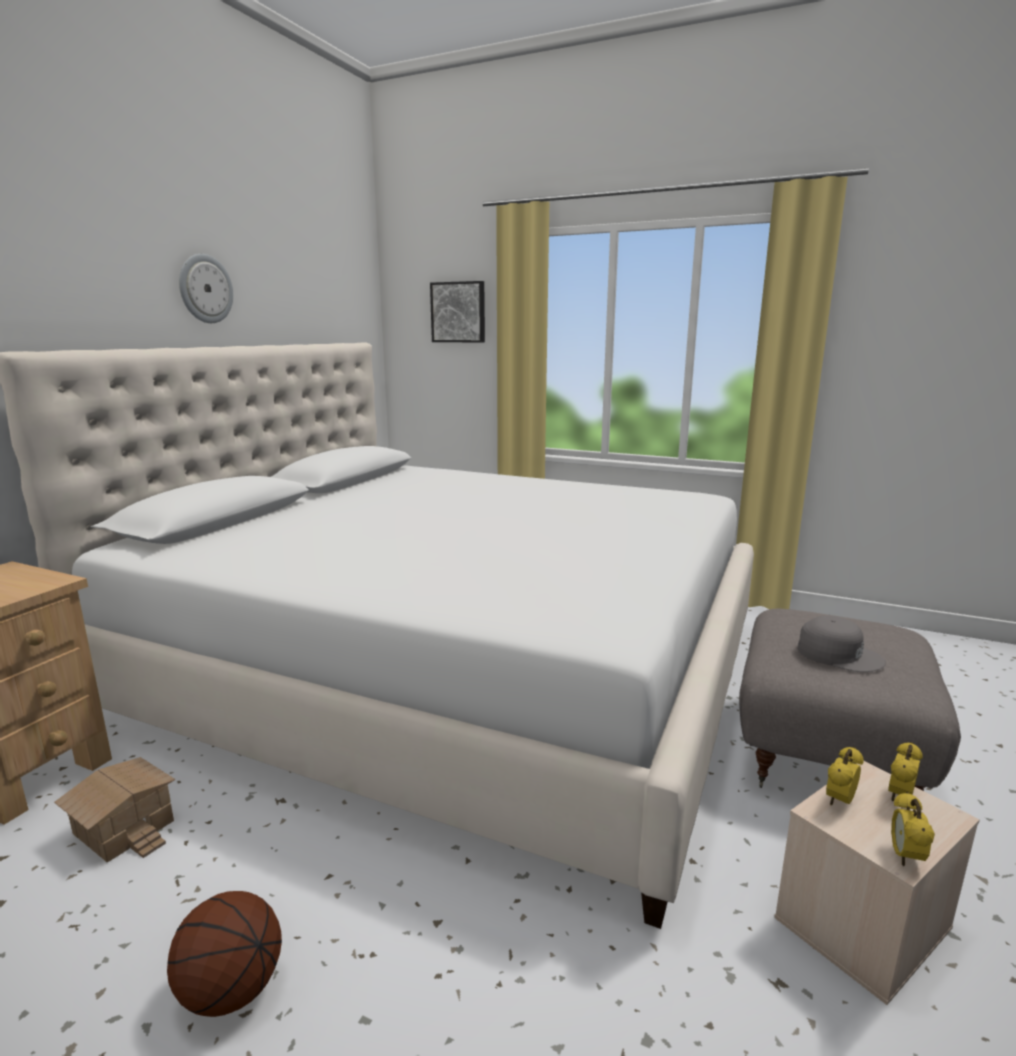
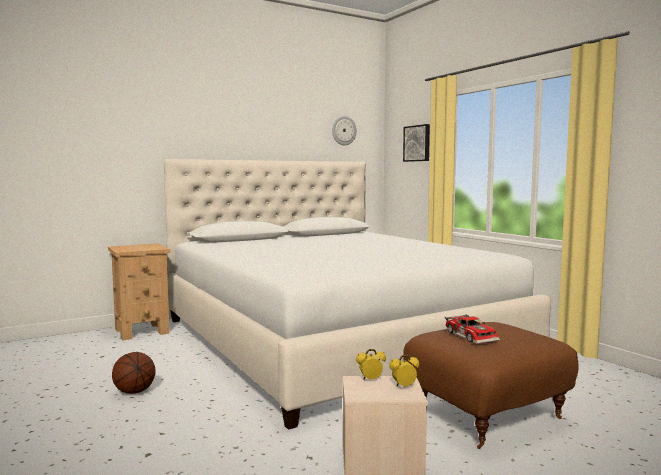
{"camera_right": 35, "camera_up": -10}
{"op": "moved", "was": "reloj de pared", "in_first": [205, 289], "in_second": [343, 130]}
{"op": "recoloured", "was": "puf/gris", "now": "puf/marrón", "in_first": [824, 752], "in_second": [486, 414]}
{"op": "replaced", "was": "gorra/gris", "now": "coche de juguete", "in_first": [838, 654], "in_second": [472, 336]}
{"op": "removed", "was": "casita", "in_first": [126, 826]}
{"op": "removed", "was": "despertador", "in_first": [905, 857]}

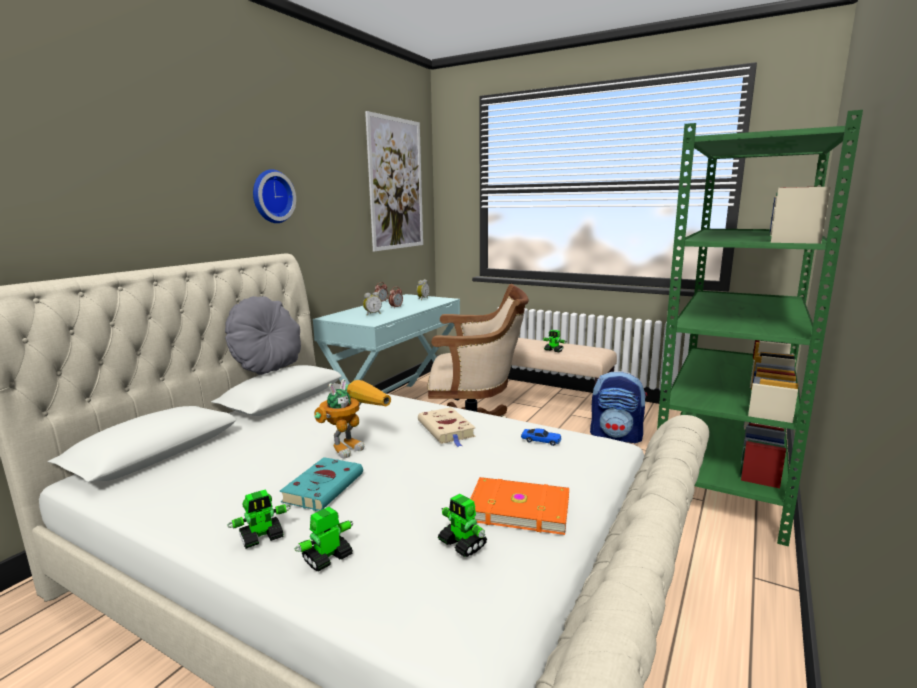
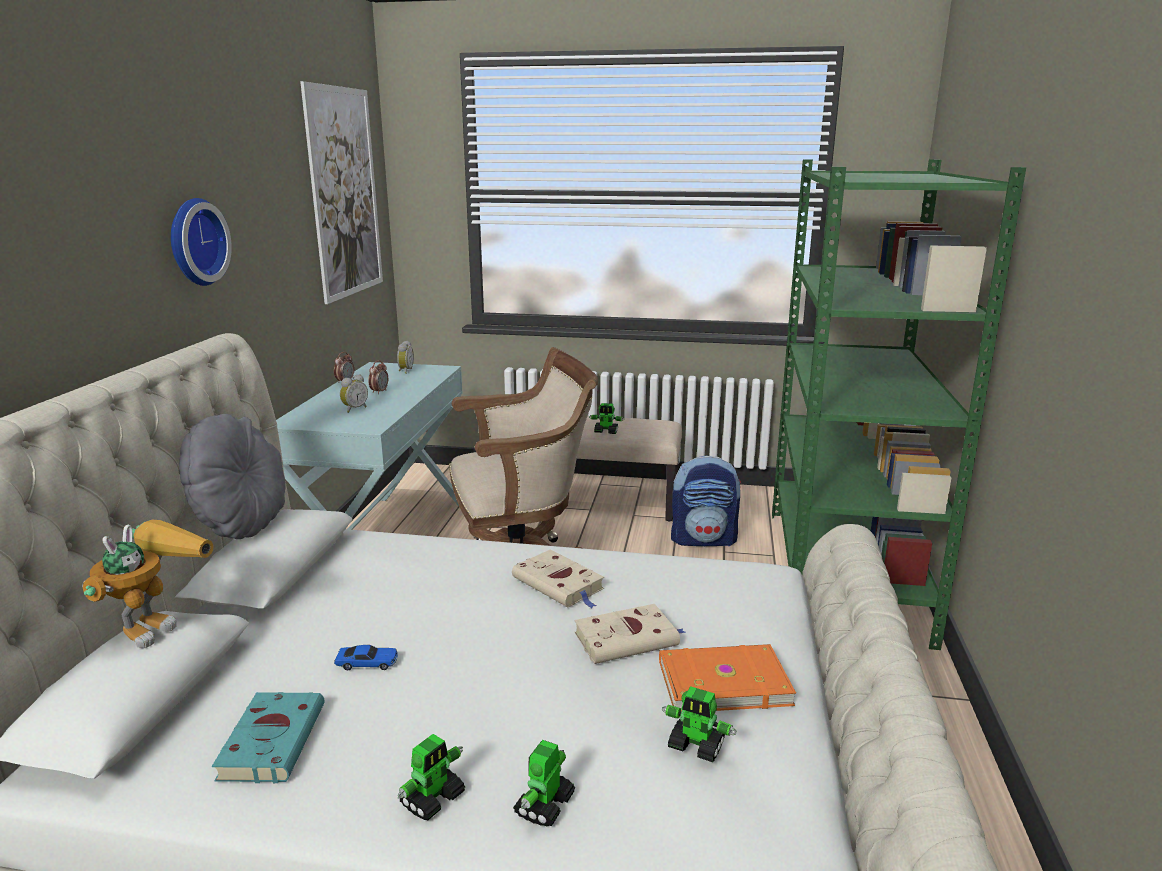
{"camera_right": -20, "camera_up": 5}
{"op": "moved", "was": "robot de juguete", "in_first": [353, 445], "in_second": [157, 622]}
{"op": "moved", "was": "coche de juguete", "in_first": [541, 441], "in_second": [367, 663]}
{"op": "moved", "was": "libro/turquesa", "in_first": [324, 487], "in_second": [273, 740]}
{"op": "added", "now": "libro/beis", "in_second": [628, 639]}

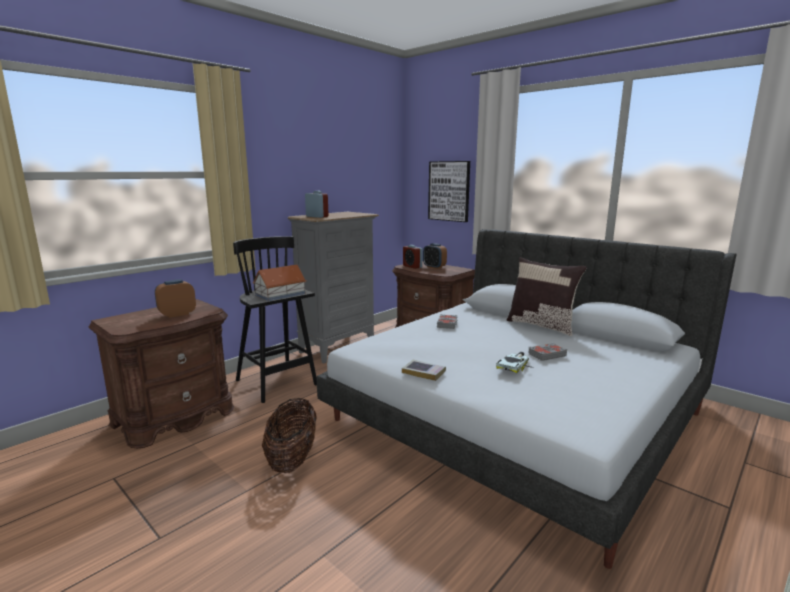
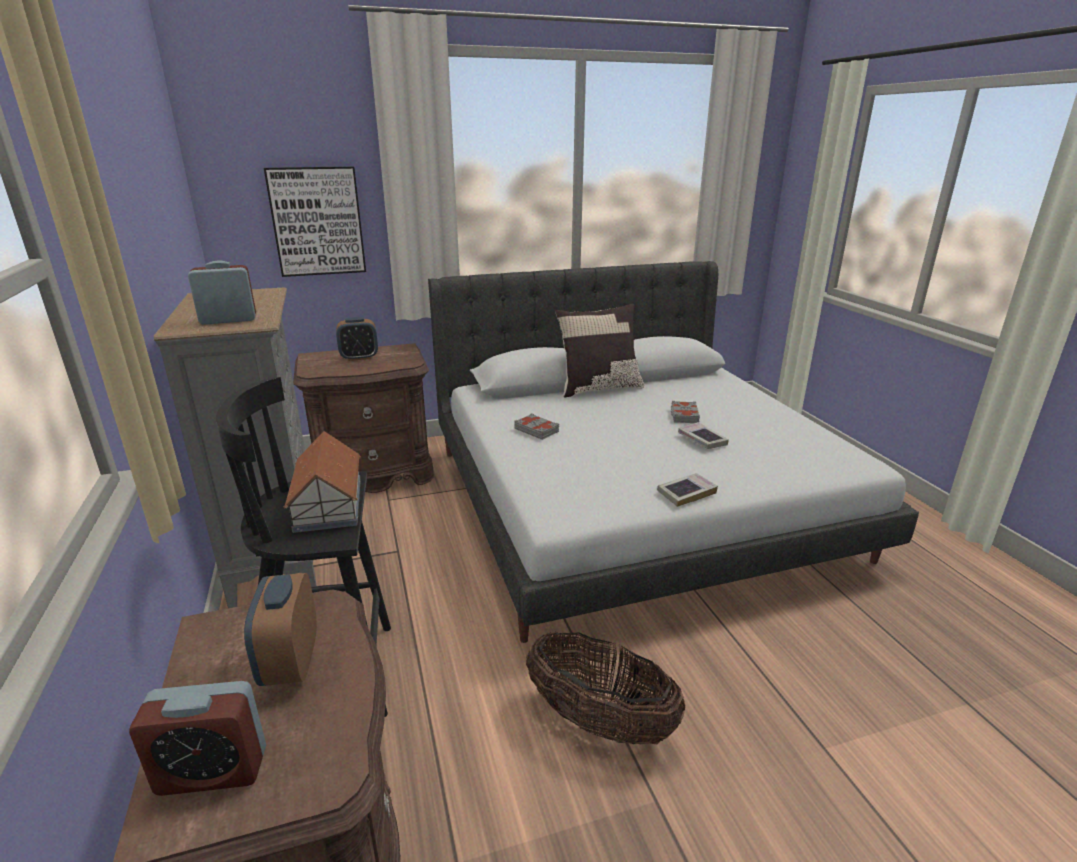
{"camera_right": -60, "camera_up": 10}
{"op": "moved", "was": "despertador", "in_first": [412, 266], "in_second": [212, 771]}
{"op": "replaced", "was": "coche de juguete", "now": "libro", "in_first": [515, 366], "in_second": [702, 439]}

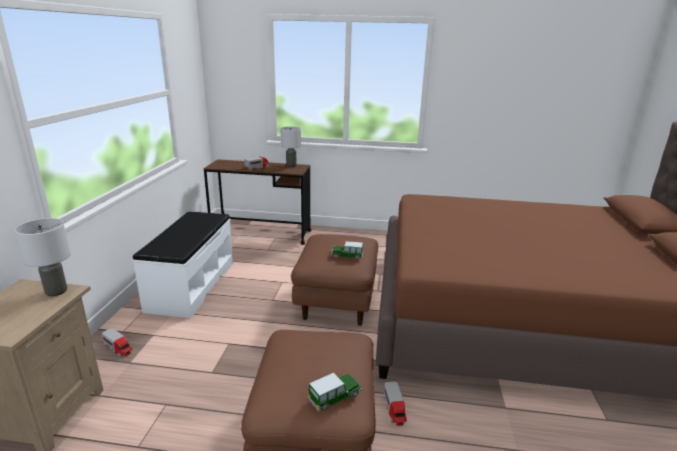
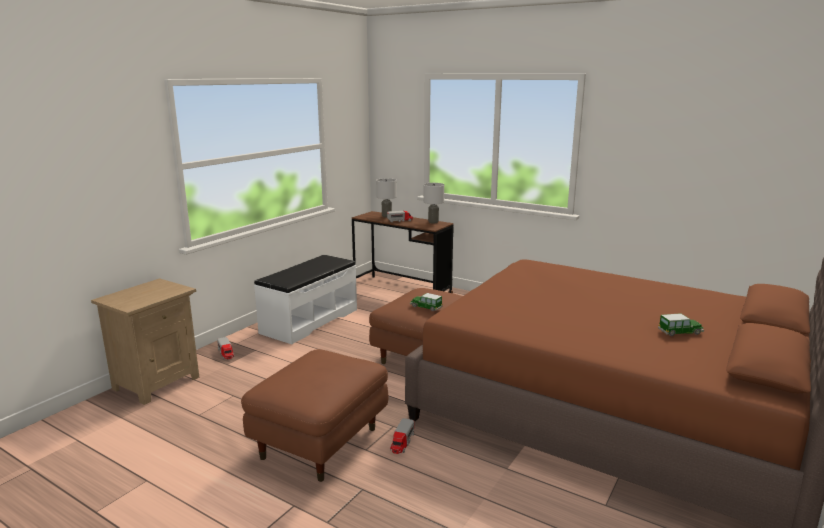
{"camera_right": 25, "camera_up": -5}
{"op": "moved", "was": "lámpara de mesa/blanco", "in_first": [57, 292], "in_second": [387, 216]}
{"op": "moved", "was": "coche de juguete", "in_first": [335, 396], "in_second": [680, 332]}

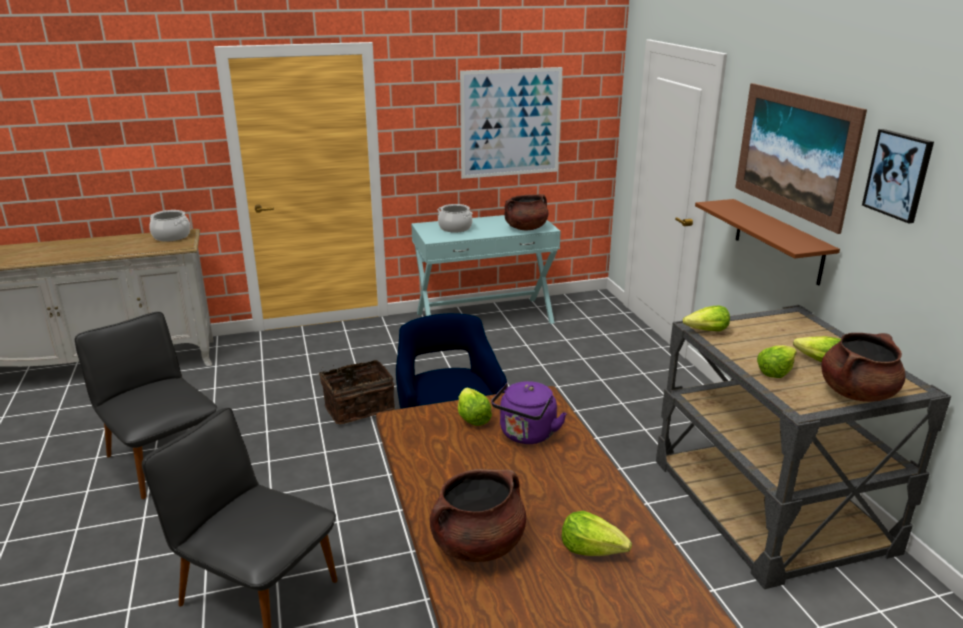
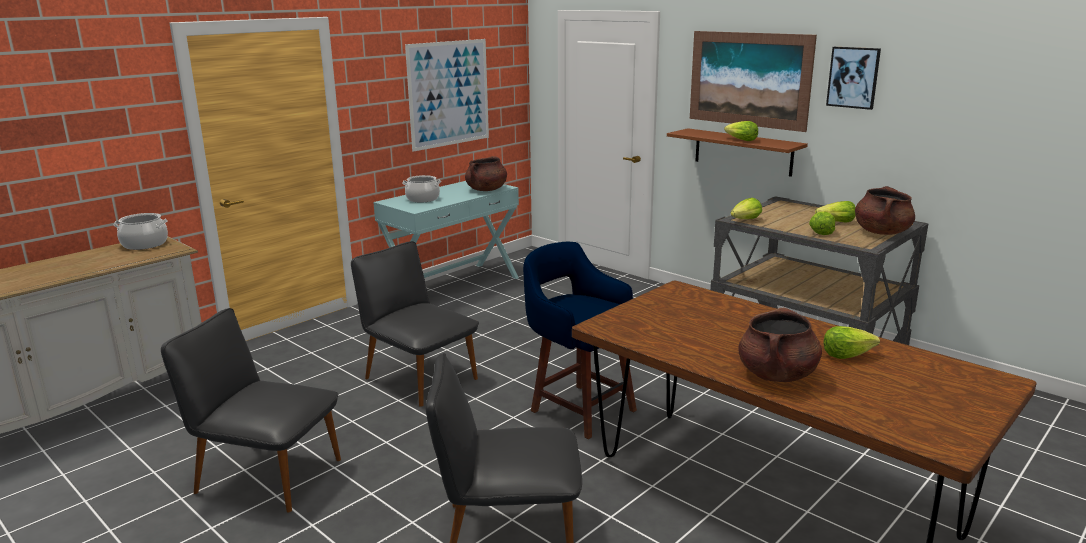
{"camera_right": -30, "camera_up": -5}
{"op": "replaced", "was": "cesta", "now": "silla/negro", "in_first": [358, 407], "in_second": [421, 378]}
{"op": "removed", "was": "hervidor/morado", "in_first": [526, 435]}
{"op": "moved", "was": "lechuga", "in_first": [472, 417], "in_second": [741, 140]}

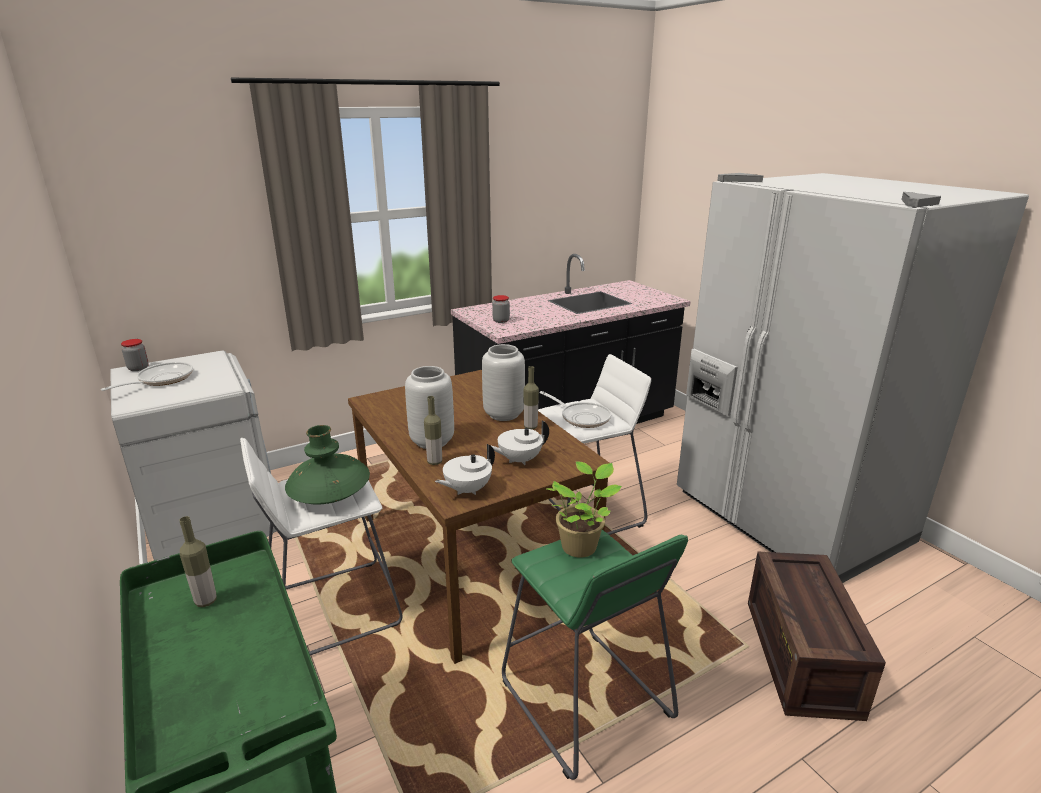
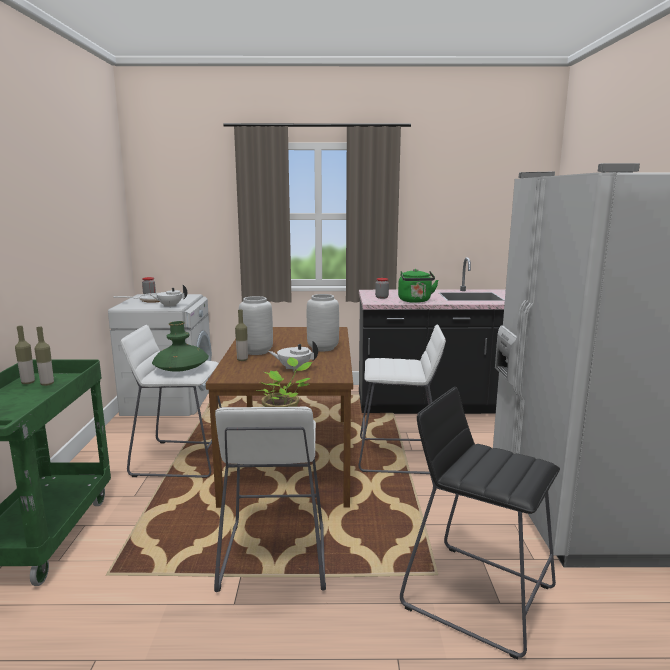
{"camera_right": 30, "camera_up": -10}
{"op": "moved", "was": "botella", "in_first": [530, 427], "in_second": [28, 383]}
{"op": "removed", "was": "sartén", "in_first": [582, 417]}
{"op": "moved", "was": "tetera/blanco", "in_first": [467, 490], "in_second": [170, 306]}
{"op": "recoloured", "was": "taburete/verde", "now": "taburete/blanco", "in_first": [585, 700], "in_second": [274, 557]}
{"op": "replaced", "was": "caja de embalaje", "now": "taburete/negro", "in_first": [797, 654], "in_second": [477, 596]}
{"op": "added", "now": "hervidor/verde", "in_second": [415, 301]}

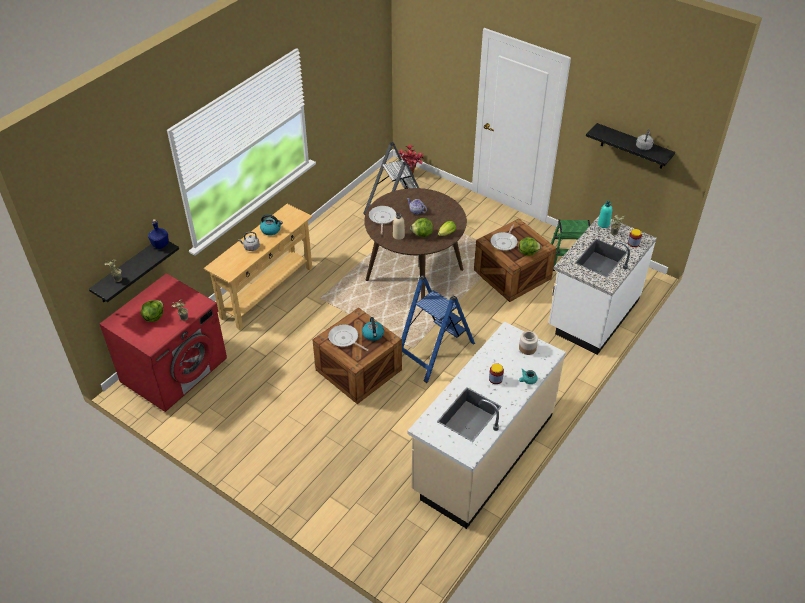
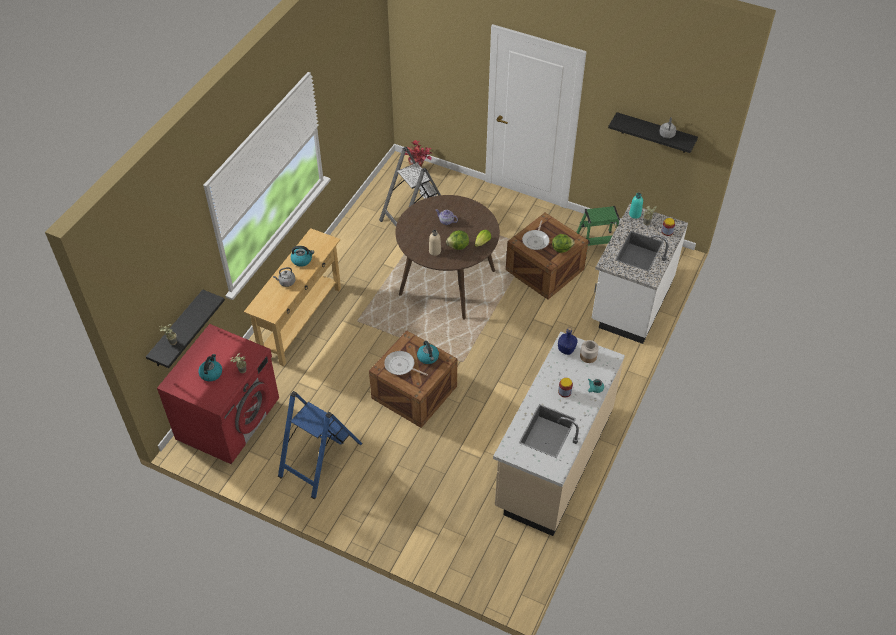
{"camera_right": -10, "camera_up": 5}
{"op": "removed", "was": "sartén", "in_first": [382, 218]}
{"op": "moved", "was": "botella/azul", "in_first": [160, 245], "in_second": [566, 350]}
{"op": "moved", "was": "escalera de tijera/azul", "in_first": [434, 351], "in_second": [319, 460]}
{"op": "replaced", "was": "lechuga", "now": "hervidor", "in_first": [154, 317], "in_second": [211, 373]}

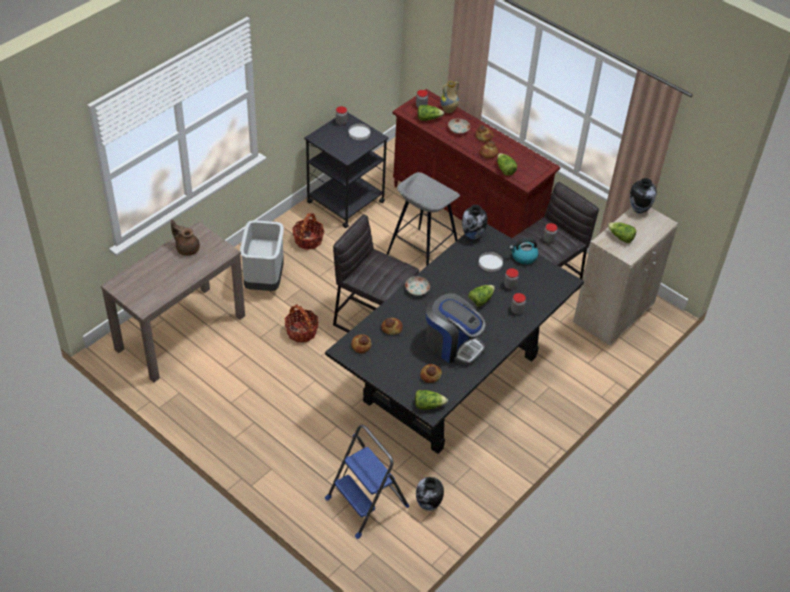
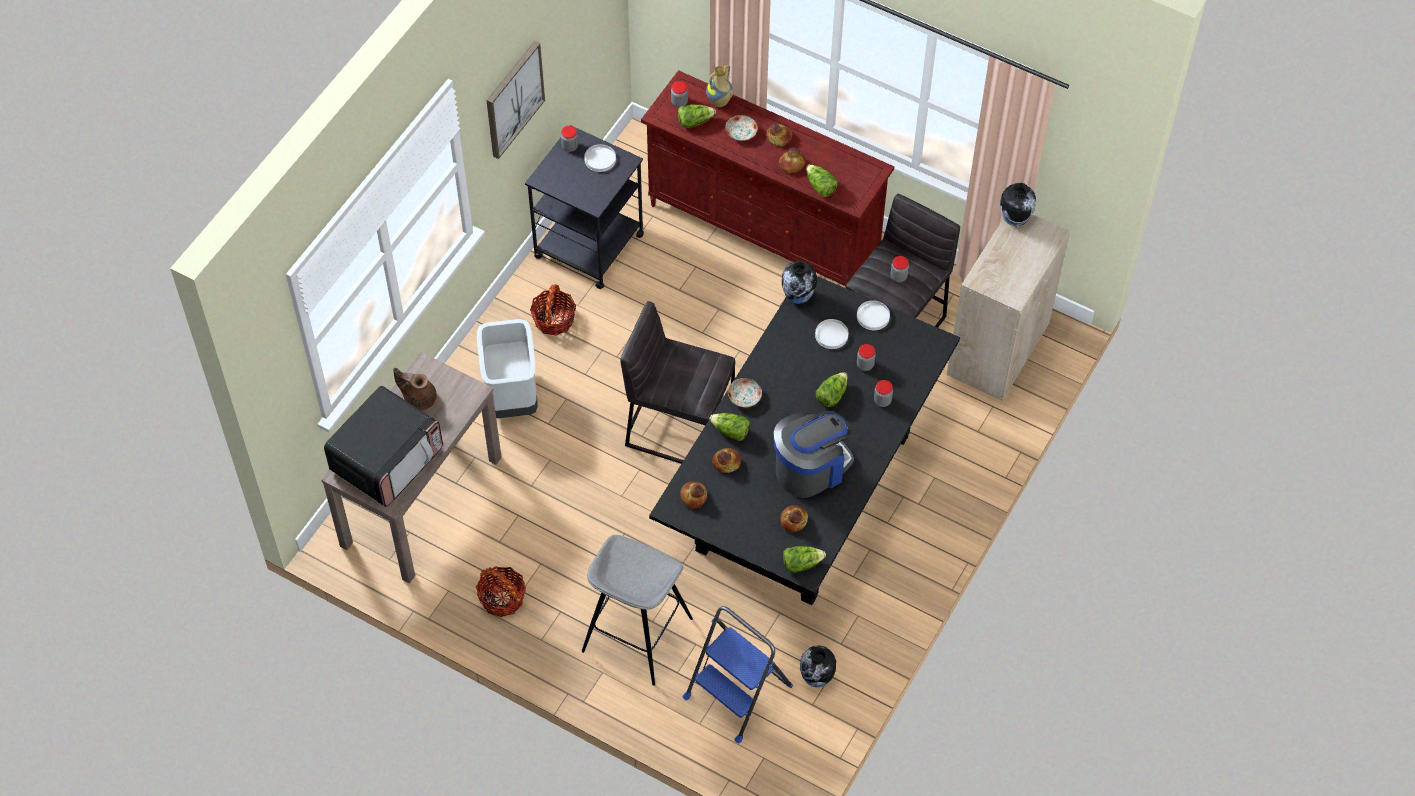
{"camera_right": -10, "camera_up": 10}
{"op": "moved", "was": "taburete/gris", "in_first": [422, 255], "in_second": [636, 635]}
{"op": "moved", "was": "lechuga", "in_first": [620, 237], "in_second": [730, 431]}
{"op": "replaced", "was": "hervidor", "now": "plato/blanco", "in_first": [523, 257], "in_second": [873, 316]}
{"op": "turned", "was": "cafetera", "in_first": [453, 343], "in_second": [811, 468], "clockwise": -60}
{"op": "moved", "was": "cesta", "in_first": [301, 331], "in_second": [502, 598]}
{"op": "added", "now": "cuadro", "in_second": [513, 99]}
{"op": "added", "now": "microondas", "in_second": [387, 460]}

